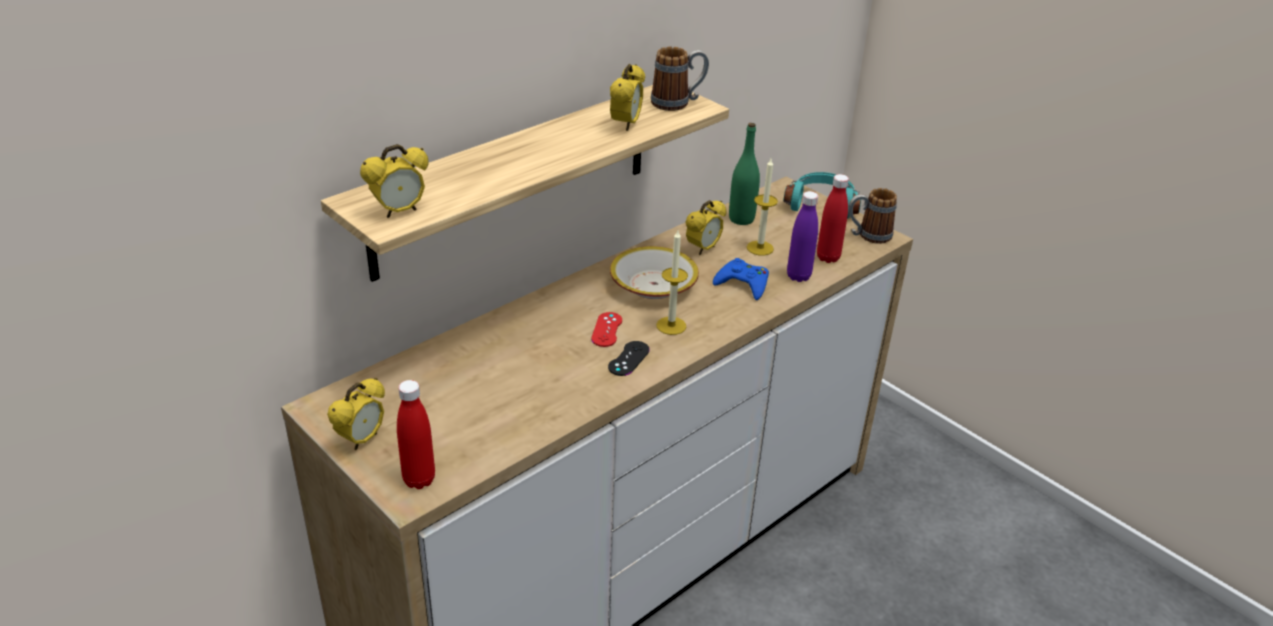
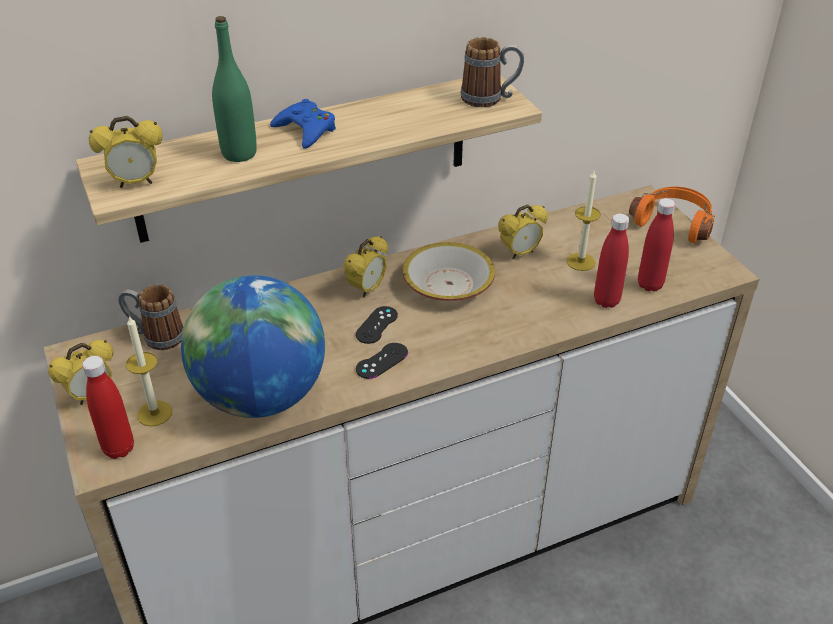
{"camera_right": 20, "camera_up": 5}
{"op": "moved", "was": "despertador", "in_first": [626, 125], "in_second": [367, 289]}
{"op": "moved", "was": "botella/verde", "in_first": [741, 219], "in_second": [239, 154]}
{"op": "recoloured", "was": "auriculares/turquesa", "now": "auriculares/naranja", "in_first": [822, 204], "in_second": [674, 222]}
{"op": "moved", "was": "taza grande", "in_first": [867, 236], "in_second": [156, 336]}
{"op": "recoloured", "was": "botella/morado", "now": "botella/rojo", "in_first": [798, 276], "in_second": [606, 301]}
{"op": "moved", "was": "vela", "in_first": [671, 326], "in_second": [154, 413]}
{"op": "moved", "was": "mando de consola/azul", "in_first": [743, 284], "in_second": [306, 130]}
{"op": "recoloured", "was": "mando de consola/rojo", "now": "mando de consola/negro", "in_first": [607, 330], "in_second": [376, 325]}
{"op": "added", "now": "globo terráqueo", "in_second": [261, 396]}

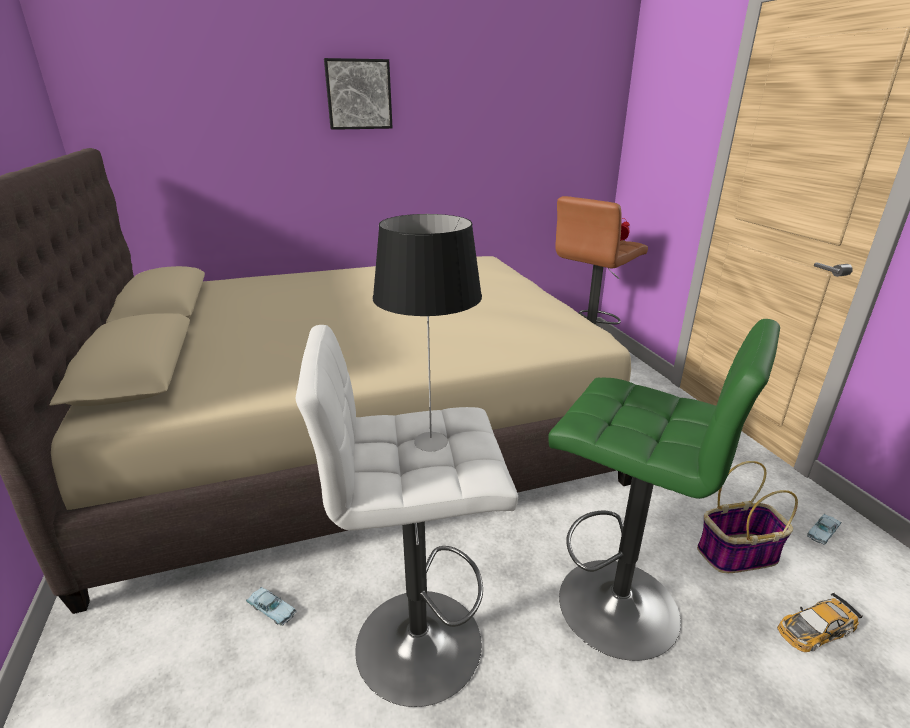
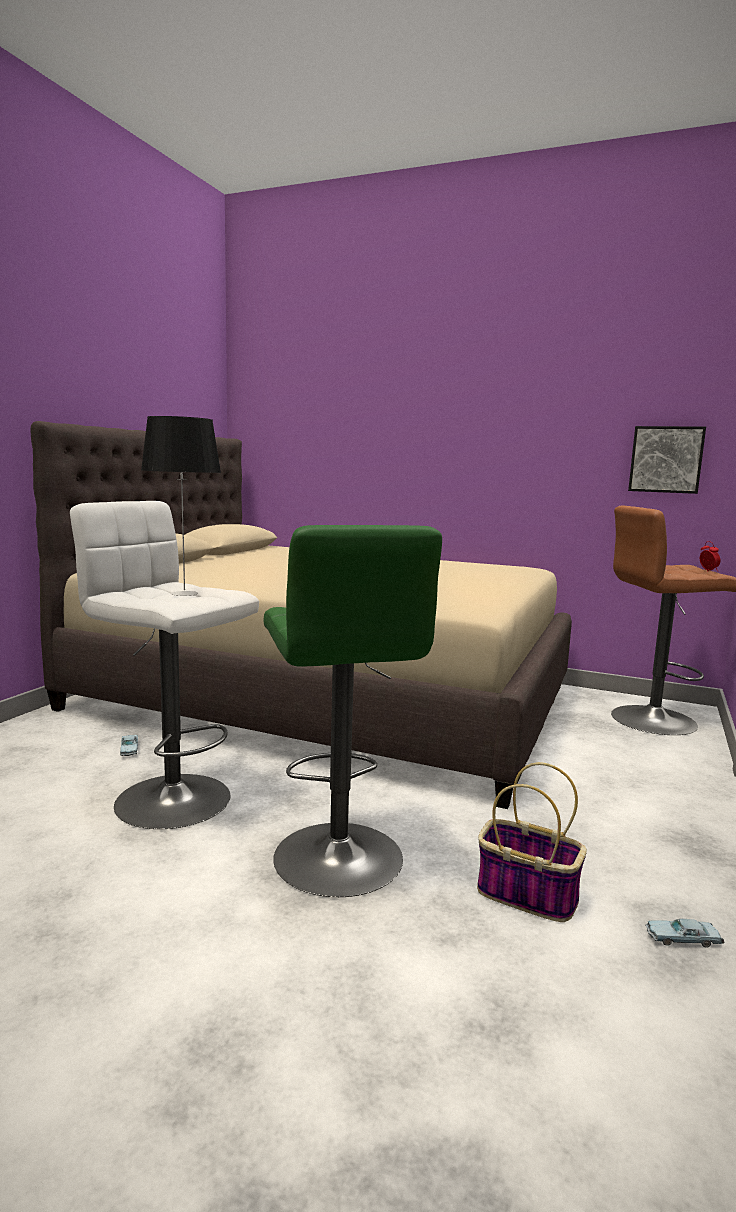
{"camera_right": 40, "camera_up": -15}
{"op": "moved", "was": "cuadro", "in_first": [358, 94], "in_second": [666, 459]}
{"op": "removed", "was": "coche de juguete", "in_first": [815, 629]}

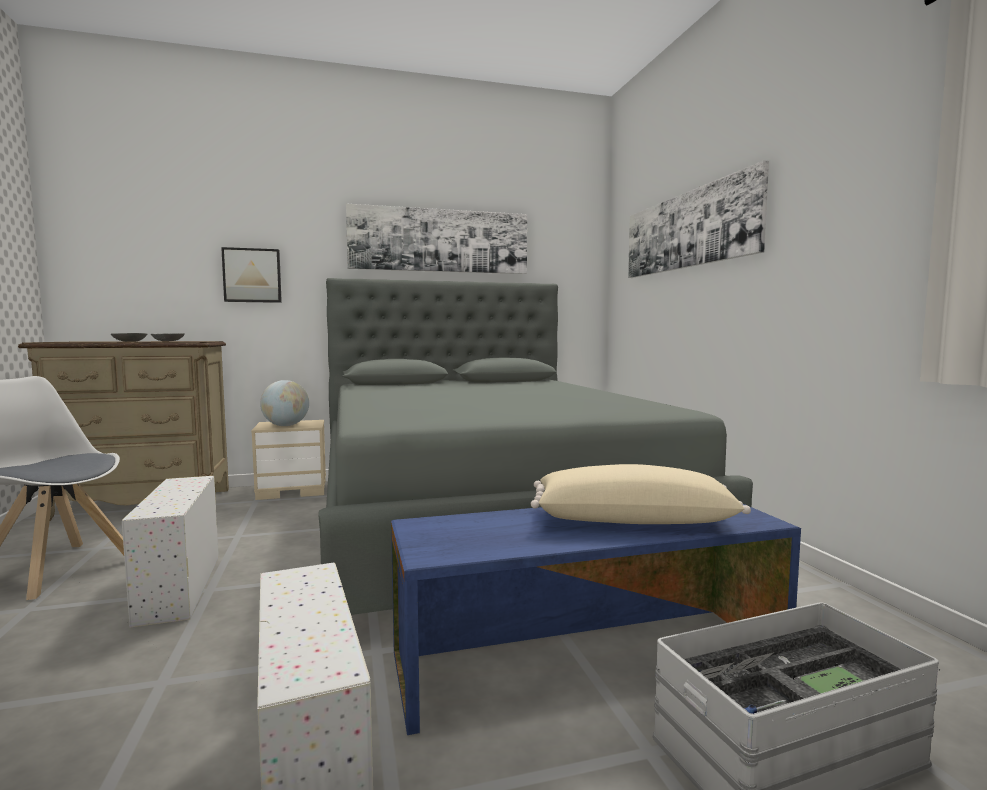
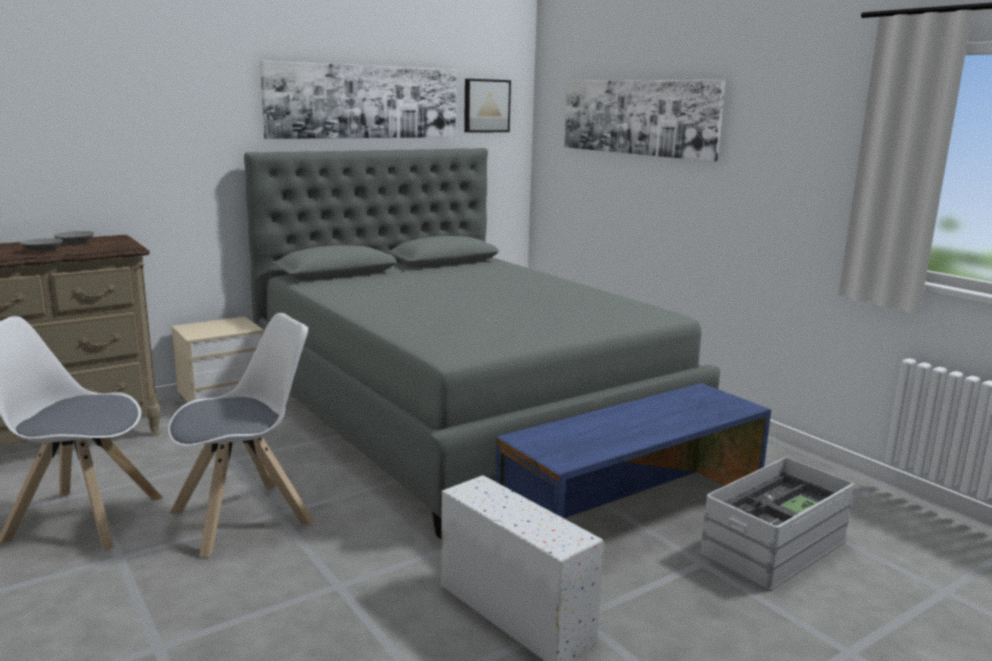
{"camera_right": -20, "camera_up": 10}
{"op": "moved", "was": "cuadro", "in_first": [252, 275], "in_second": [486, 106]}
{"op": "removed", "was": "globo terráqueo", "in_first": [285, 426]}
{"op": "removed", "was": "cojín/beis", "in_first": [632, 519]}
{"op": "replaced", "was": "caja de almacenaje/blanco", "now": "silla", "in_first": [179, 588], "in_second": [246, 517]}

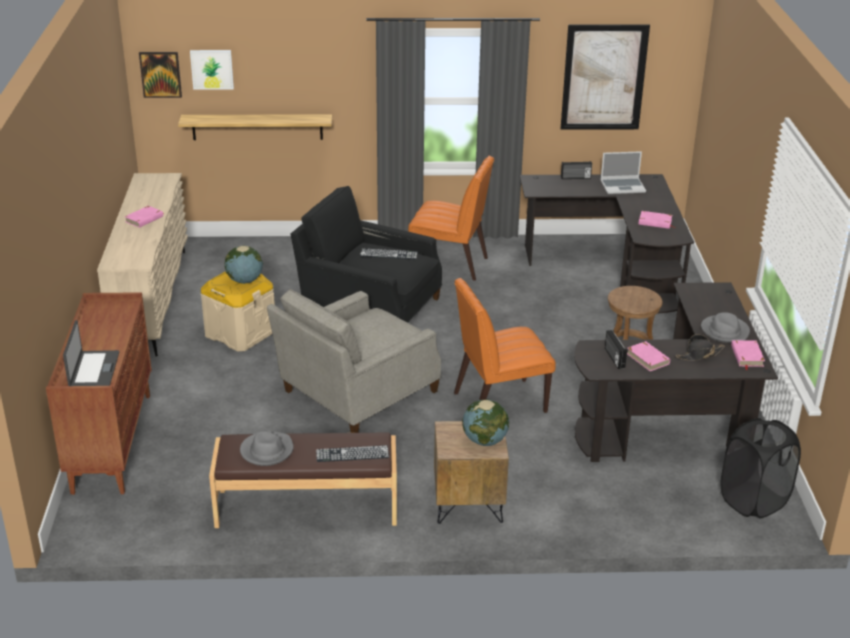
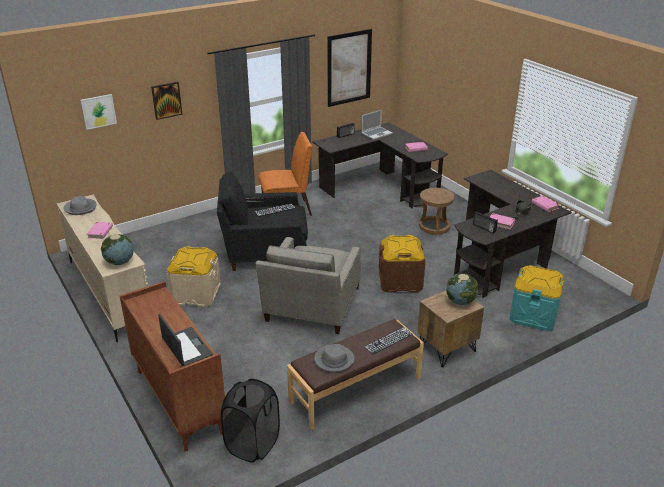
{"camera_right": -30, "camera_up": 0}
{"op": "moved", "was": "cuadro", "in_first": [160, 74], "in_second": [166, 100]}
{"op": "removed", "was": "estante", "in_first": [257, 127]}
{"op": "moved", "was": "globo terráqueo", "in_first": [244, 281], "in_second": [119, 262]}
{"op": "replaced", "was": "silla/naranja", "now": "caja de almacenaje/marrón", "in_first": [500, 402], "in_second": [400, 281]}
{"op": "moved", "was": "sombrero/gris", "in_first": [725, 331], "in_second": [80, 208]}
{"op": "moved", "was": "cesto de la ropa/negro", "in_first": [753, 501], "in_second": [253, 444]}
{"op": "added", "now": "caja de almacenaje/turquesa", "in_second": [533, 315]}

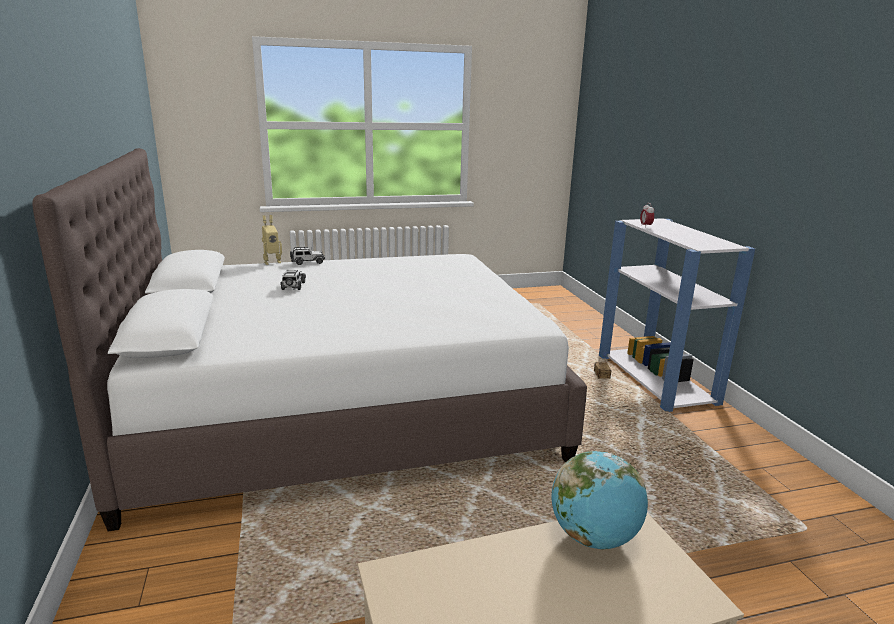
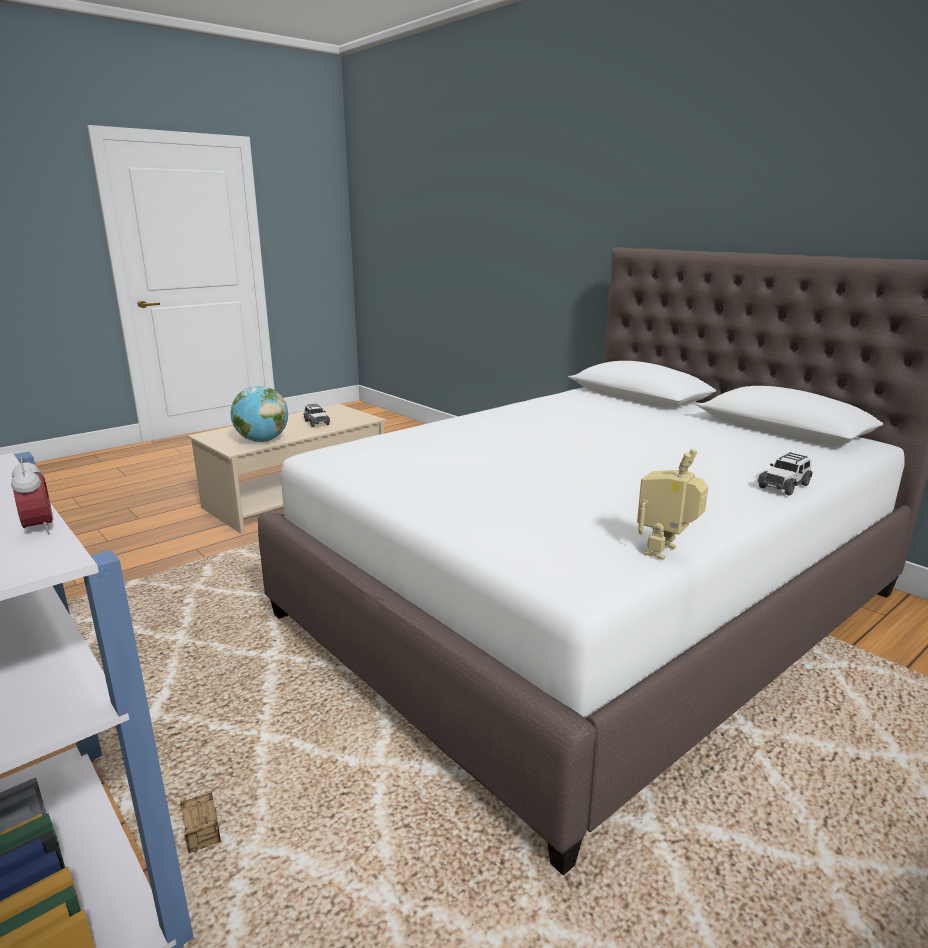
{"camera_right": 155, "camera_up": 0}
{"op": "moved", "was": "robot de juguete", "in_first": [271, 262], "in_second": [666, 552]}
{"op": "moved", "was": "coche de juguete", "in_first": [293, 286], "in_second": [316, 423]}

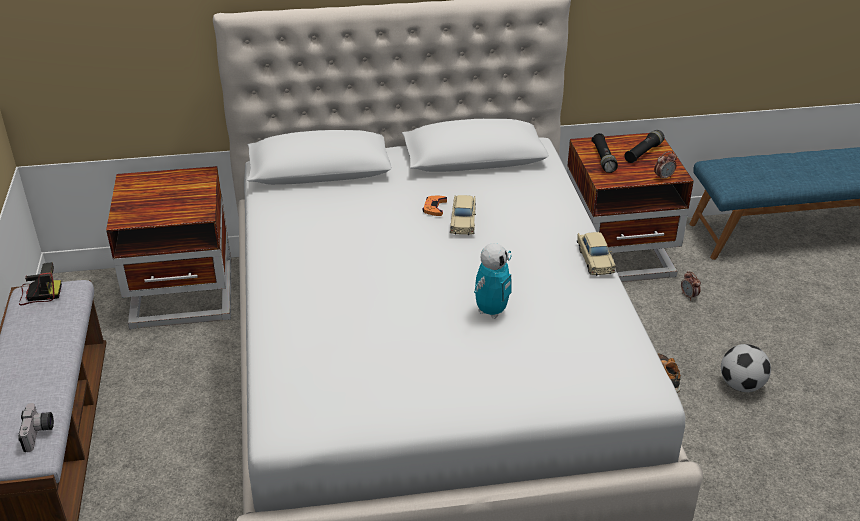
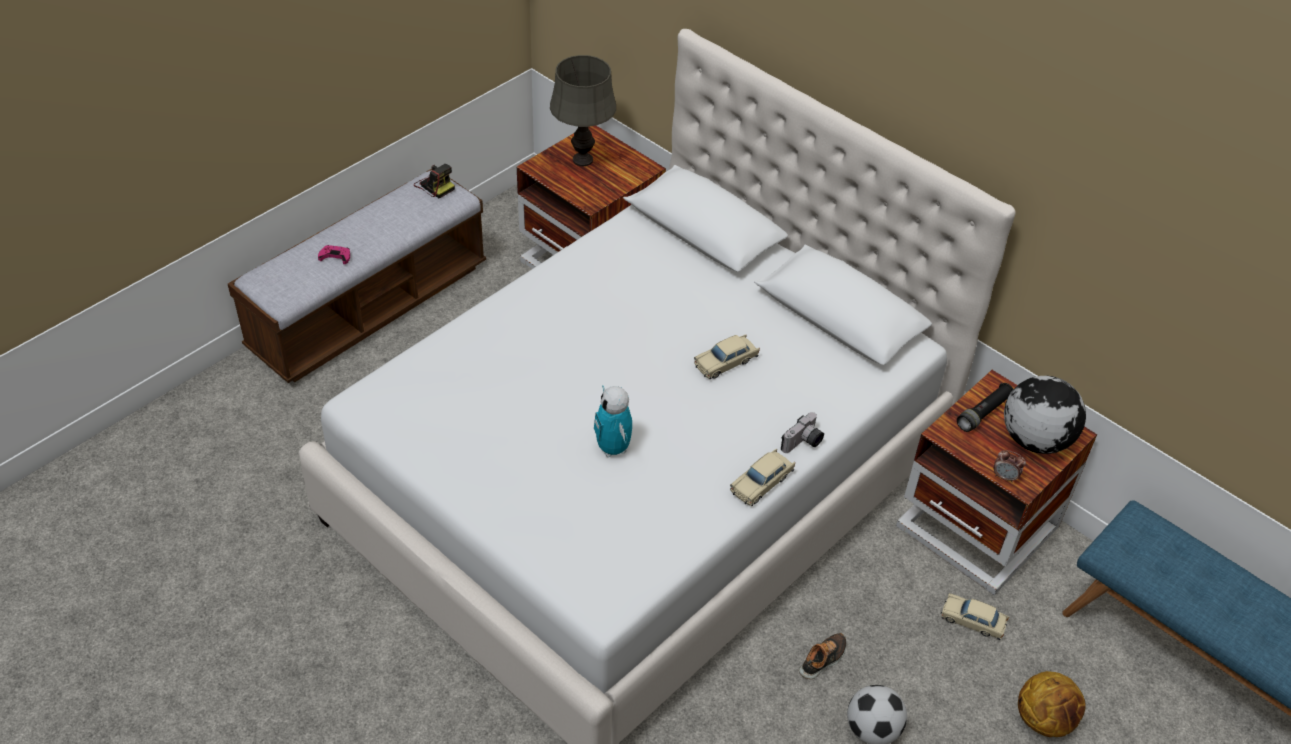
{"camera_right": 50, "camera_up": 10}
{"op": "replaced", "was": "linterna/negro", "now": "globo terráqueo", "in_first": [643, 153], "in_second": [1034, 439]}
{"op": "removed", "was": "mando de consola/naranja", "in_first": [434, 208]}
{"op": "turned", "was": "robot de juguete", "in_first": [491, 311], "in_second": [613, 448], "clockwise": 75}
{"op": "replaced", "was": "despertador", "now": "coche de juguete/beis", "in_first": [689, 296], "in_second": [972, 621]}
{"op": "moved", "was": "cámara", "in_first": [39, 434], "in_second": [803, 443]}
{"op": "added", "now": "lámpara de mesa/gris", "in_second": [583, 159]}
{"op": "added", "now": "mando de consola/rosa", "in_second": [335, 256]}
{"op": "added", "now": "balón de baloncesto", "in_second": [1045, 720]}

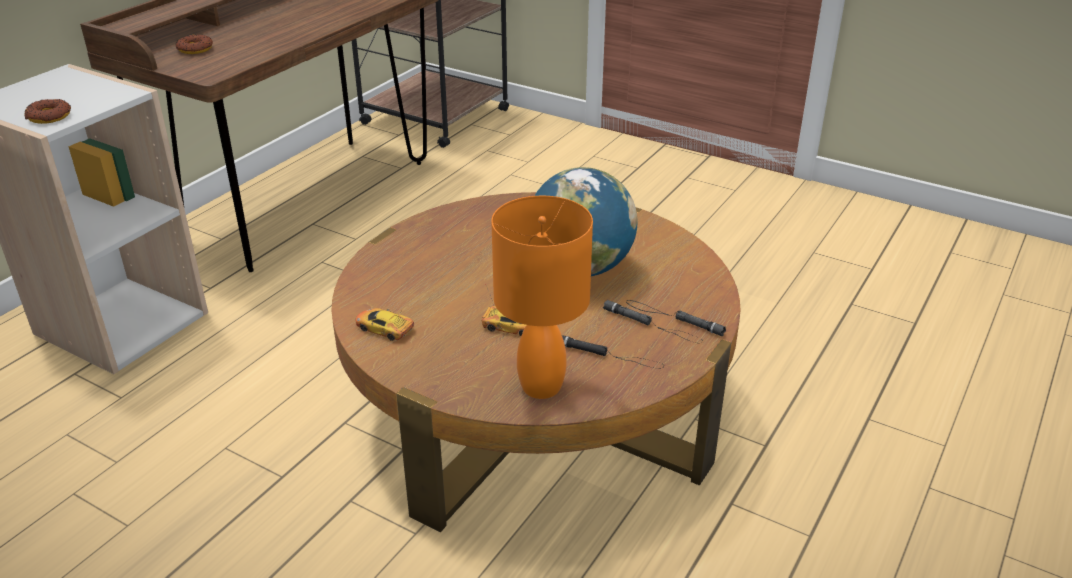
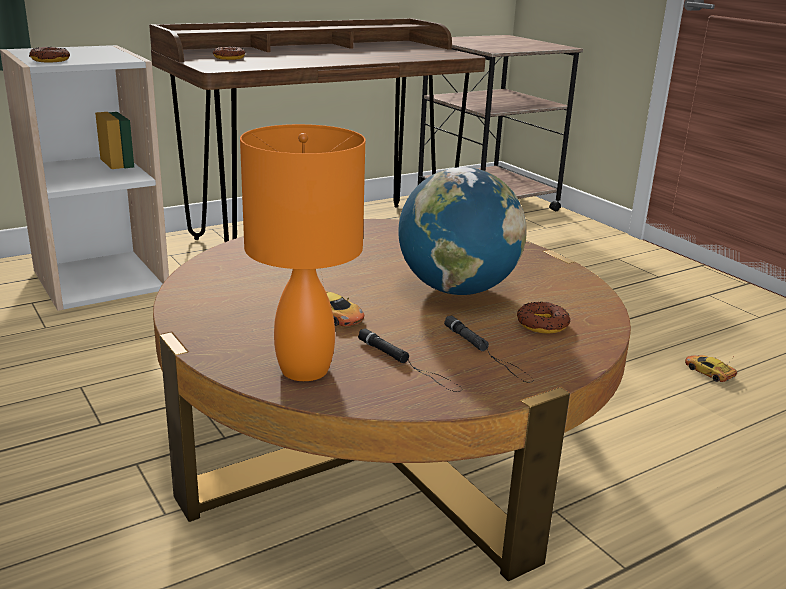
{"camera_right": 25, "camera_up": -10}
{"op": "removed", "was": "linterna/negro", "in_first": [673, 318]}
{"op": "moved", "was": "coche de juguete", "in_first": [384, 328], "in_second": [709, 372]}
{"op": "added", "now": "rosquilla", "in_second": [542, 324]}

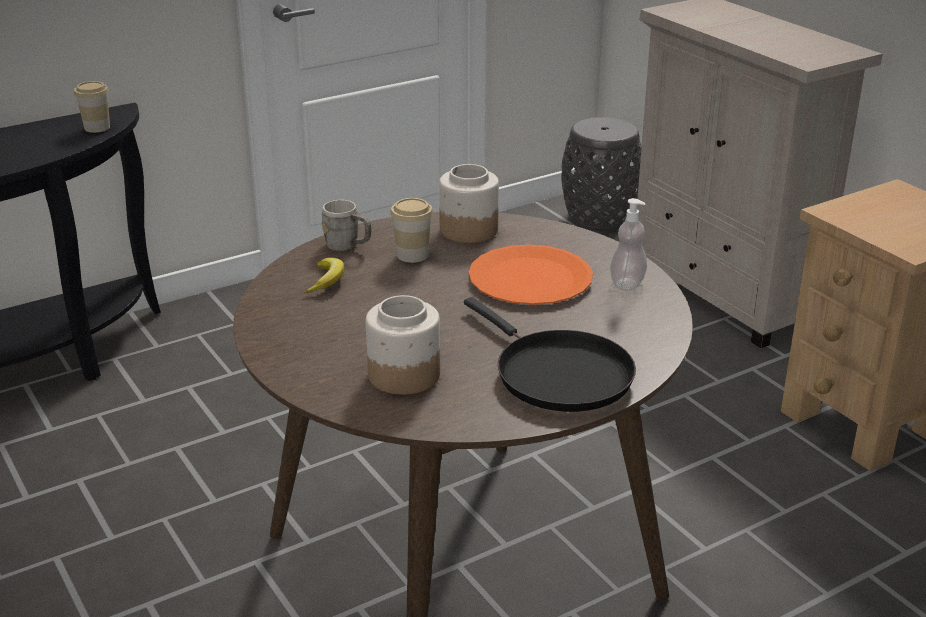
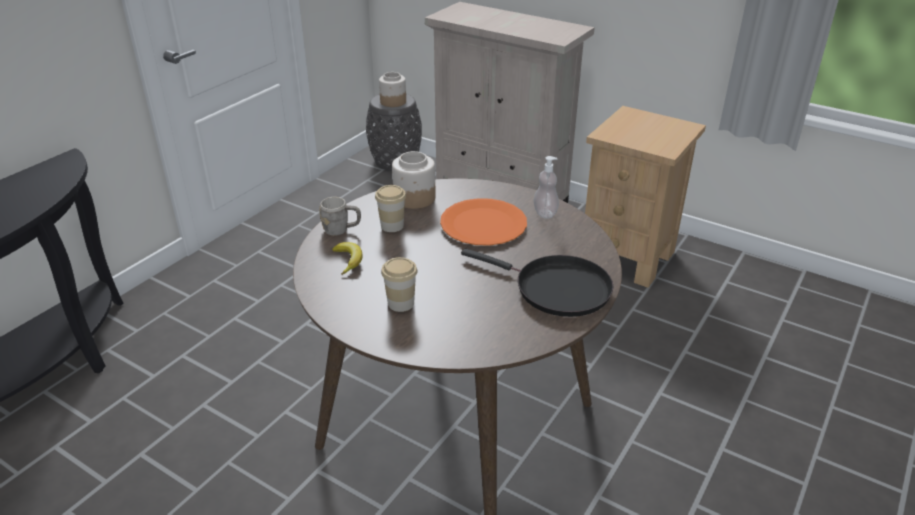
{"camera_right": -25, "camera_up": 5}
{"op": "moved", "was": "taza", "in_first": [97, 128], "in_second": [401, 303]}
{"op": "moved", "was": "tarro", "in_first": [403, 375], "in_second": [393, 102]}

